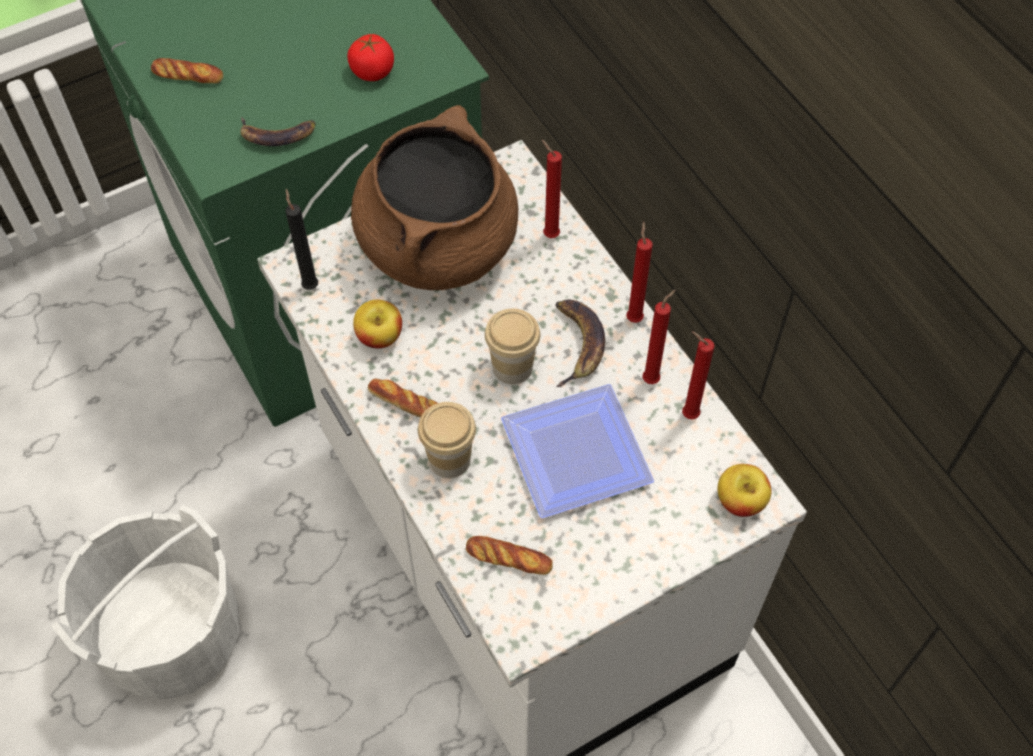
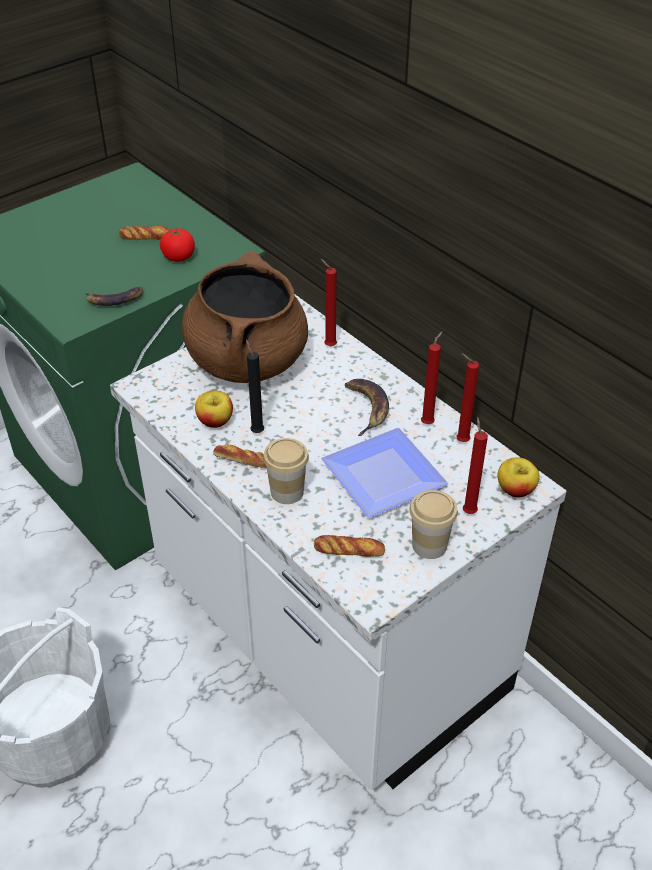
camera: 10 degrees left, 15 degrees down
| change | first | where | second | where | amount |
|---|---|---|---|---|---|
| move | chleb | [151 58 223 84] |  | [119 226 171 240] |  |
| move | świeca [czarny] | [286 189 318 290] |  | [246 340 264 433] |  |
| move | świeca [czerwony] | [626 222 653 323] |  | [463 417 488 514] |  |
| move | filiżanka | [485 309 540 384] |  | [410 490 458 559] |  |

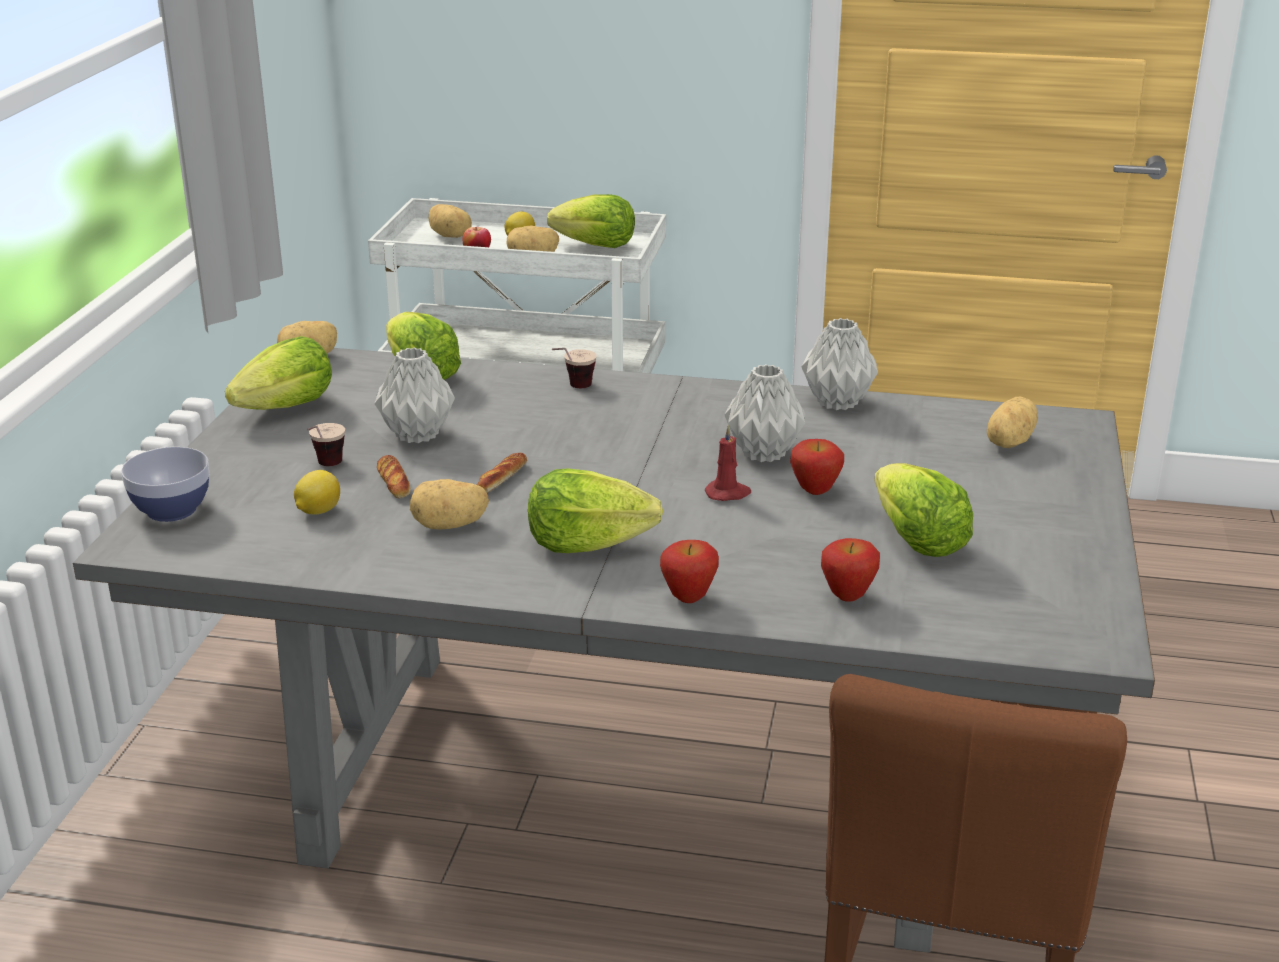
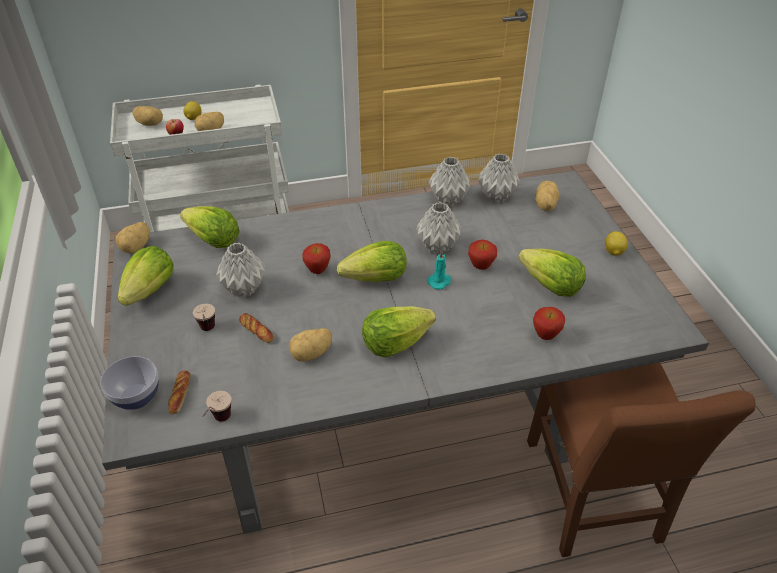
camera: 25 degrees left, 15 degrees up
| change | first | where | second | where | amount |
|---|---|---|---|---|---|
| move | sałata | [547 194 635 248] |  | [337 241 407 282] |  |
| move | filiżanka | [552 348 596 388] |  | [202 391 231 422] |  |
| recolor | świeca [czerwony] | [705 425 751 501] | świeca [turkusowy] | [427 250 451 289] |  |
| move | chleb | [477 453 527 492] |  | [168 370 191 415] |  |
| move | cytryna | [294 470 340 515] |  | [605 231 628 256] |  |
| move | jabłko | [660 540 719 603] |  | [302 243 331 274] |  |
| insert |  |  | wazon [szary] | [478 154 520 203] |  |

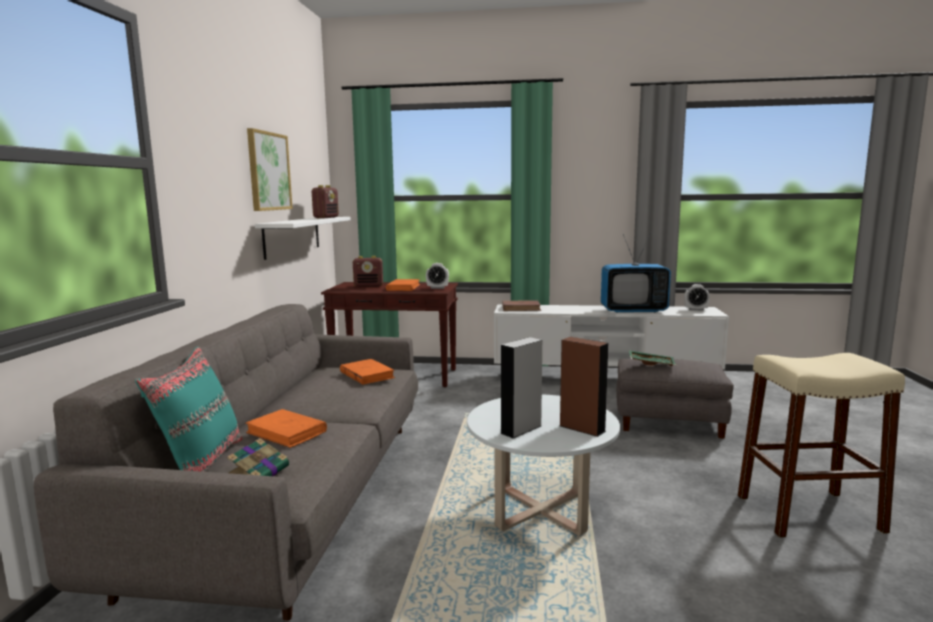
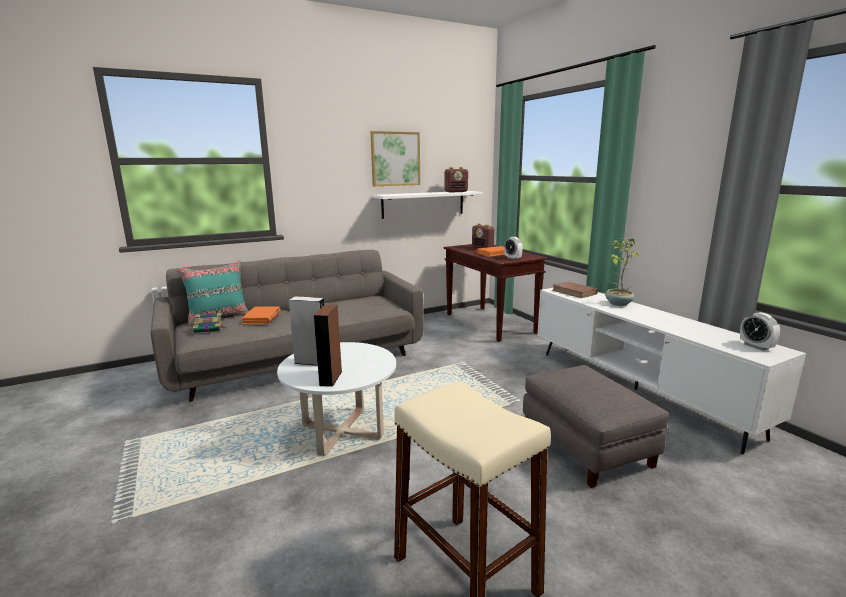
camera: 55 degrees right, 5 degrees up
| change | first | where | second | where | amount |
|---|---|---|---|---|---|
| delete | telewizor | [601 234 671 313] |  |  |  |
| delete | taca [zielony] | [629 350 676 366] |  |  |  |
| delete | książka [pomarańczowy] | [340 359 395 385] |  |  |  |
| insert |  |  | roślina doniczkowa | [605 238 640 306] |  |

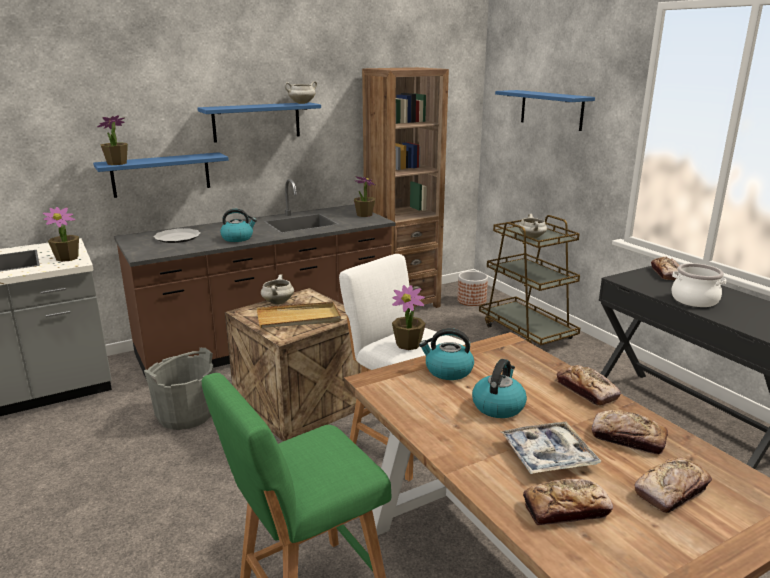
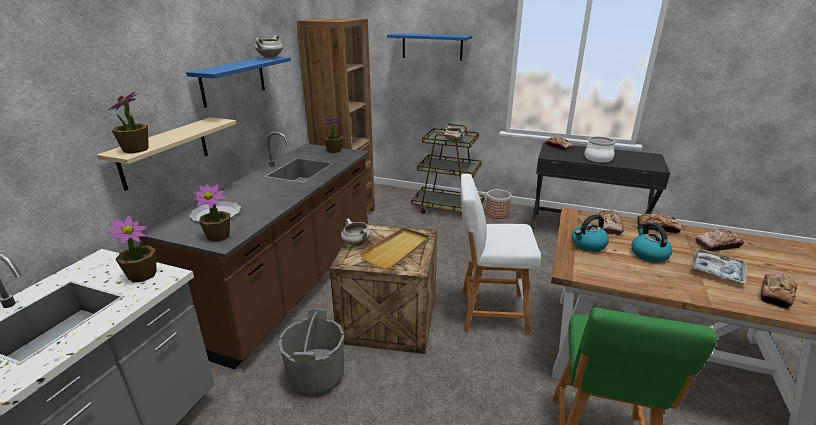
camera: 40 degrees left, 5 degrees up
| change | first | where | second | where | amount |
|---|---|---|---|---|---|
| recolor | półka [niebieski] | [93 152 229 198] | półka [beżowy] | [97 117 236 191] |  |
| delete | czajnik | [220 209 257 242] |  |  |  |
| move | donica | [457 271 488 306] |  | [485 189 511 219] |  |
| move | roślina doniczkowa | [392 285 426 350] |  | [193 184 230 242] |  |
| move | chleb | [634 458 712 513] |  | [599 210 624 235] |  |

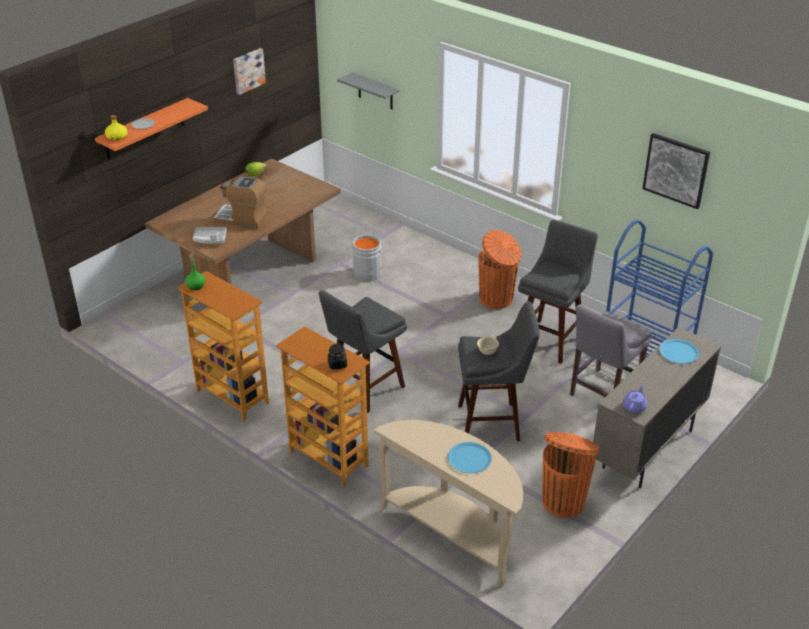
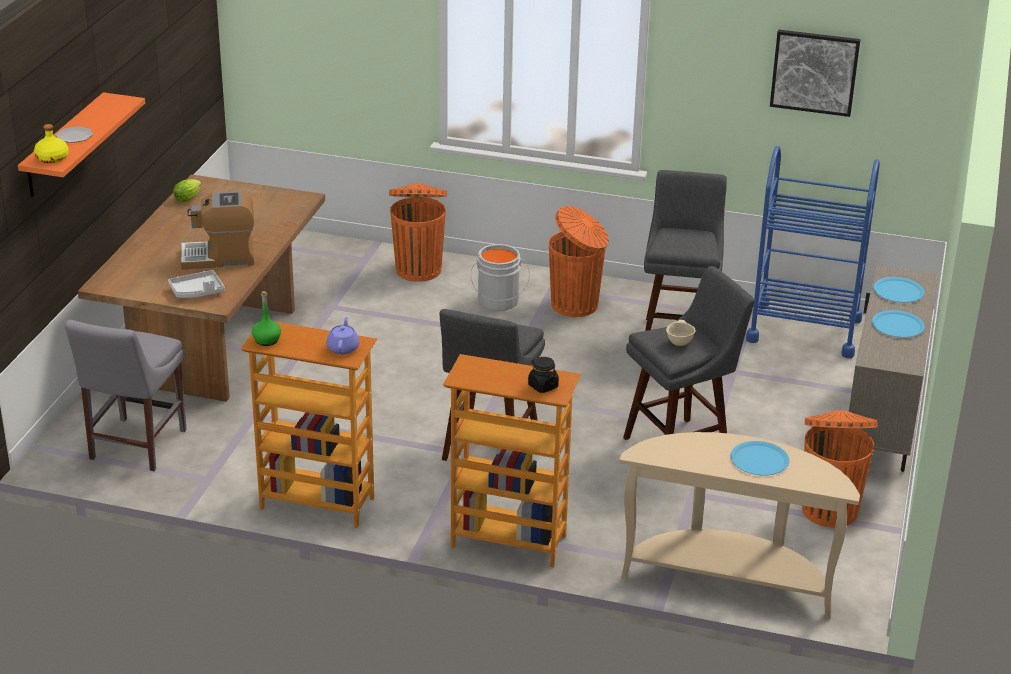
camera: 25 degrees left, 5 degrees down
| change | first | where | second | where | amount |
|---|---|---|---|---|---|
| delete | obraz | [233 48 266 95] |  |  |  |
| delete | półka [szary] | [337 73 399 110] |  |  |  |
| move | wiadro [szary] | [346 235 386 281] |  | [471 244 530 311] |  |
| move | krzesło [szary] | [570 304 652 397] |  | [65 320 187 471] |  |
| move | imbryk [fioletowy] | [623 384 648 413] |  | [326 317 360 354] |  |
| insert |  |  | kosz na śmieci [pomarańczowy] | [389 183 447 282] |  |
| insert |  |  | talerz [niebieski] | [872 310 925 337] |  |

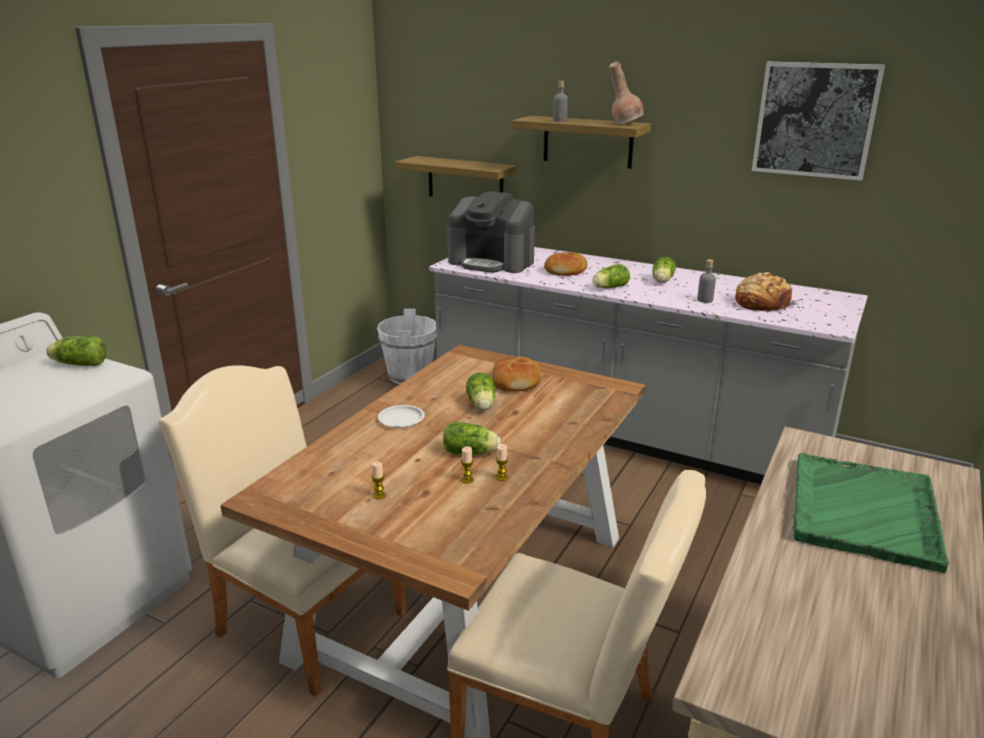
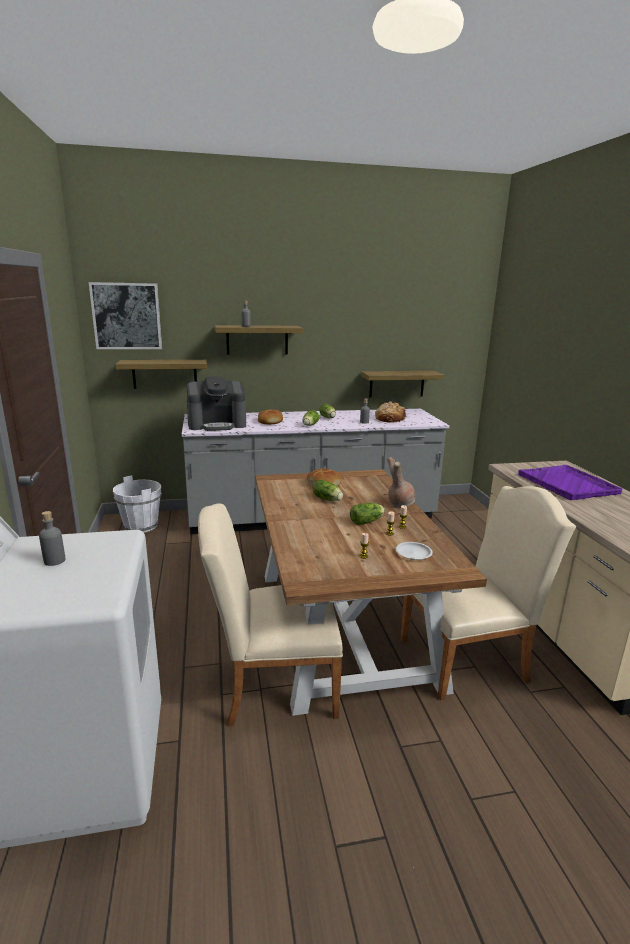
camera: 40 degrees left, 5 degrees down
| change | first | where | second | where | amount |
|---|---|---|---|---|---|
| move | wazon [brązowy] | [609 61 644 124] |  | [387 457 415 507] |  |
| move | obraz | [752 62 885 181] |  | [89 282 162 349] |  |
| delete | sałata | [46 336 106 366] |  |  |  |
| move | talerz [biały] | [378 405 425 428] |  | [396 542 433 560] |  |
| recolor | taca [zielony] | [793 453 950 573] | taca [fioletowy] | [518 465 622 500] |  |
| insert |  |  | półka | [361 371 444 398] |  |
| insert |  |  | butelka [szary] | [39 511 66 566] |  |

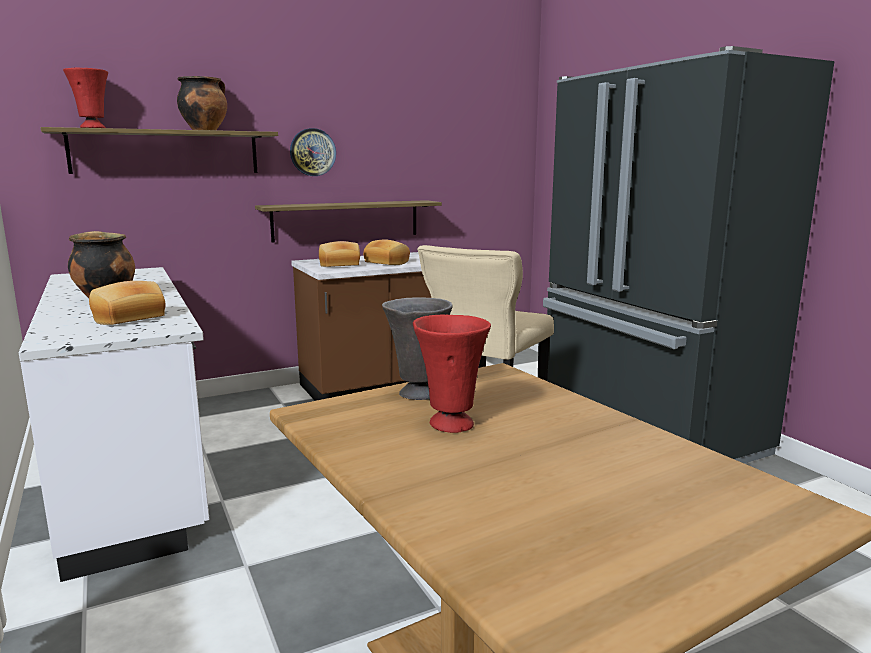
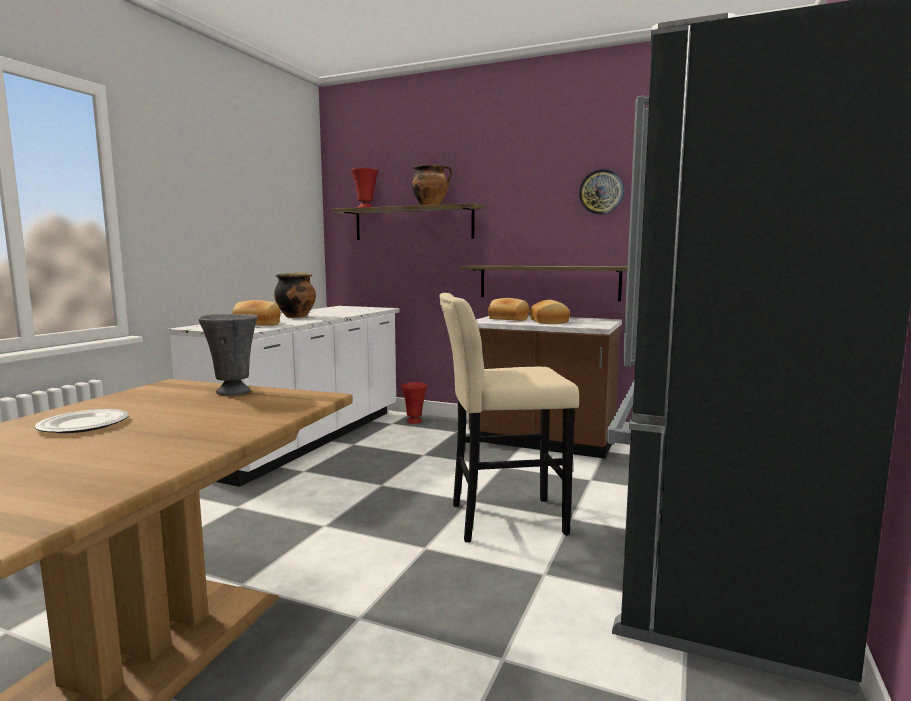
camera: 50 degrees right, 5 degrees down
| change | first | where | second | where | amount |
|---|---|---|---|---|---|
| move | zegar ścienny | [290 128 336 176] |  | [579 169 624 215] |  |
| move | wazon [czerwony] | [413 315 491 433] |  | [400 382 428 424] |  |
| insert |  |  | talerz | [34 409 129 433] |  |

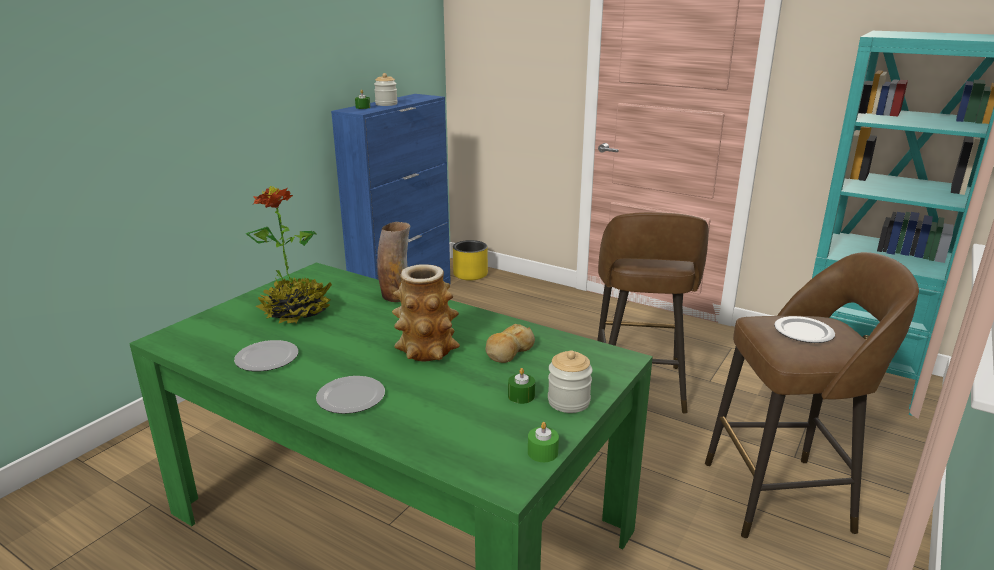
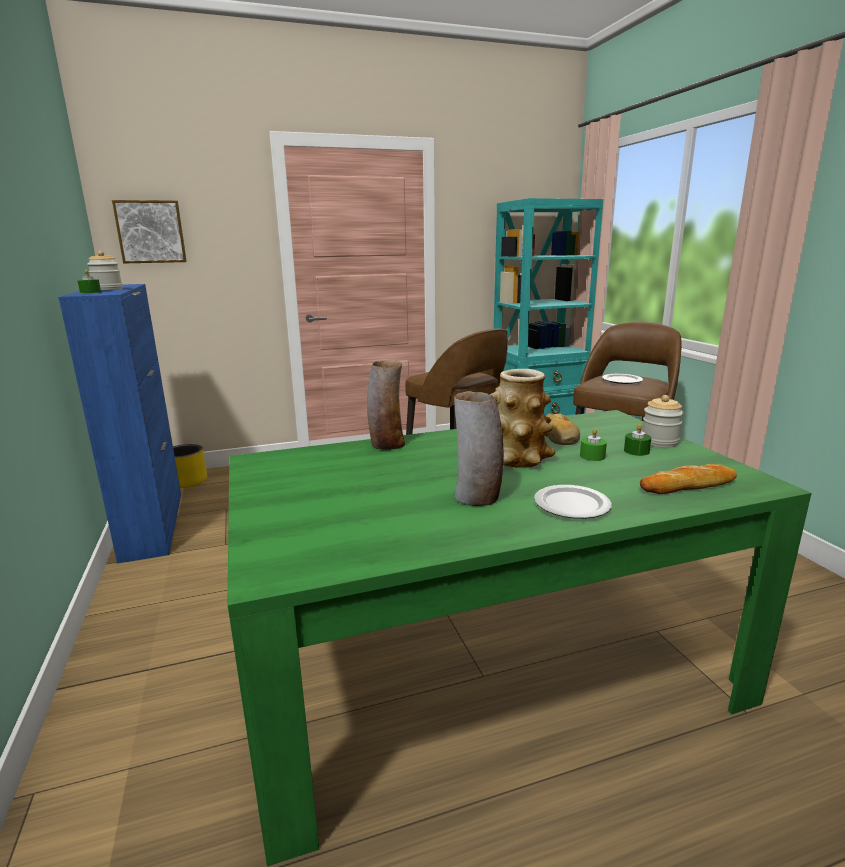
camera: 50 degrees left, 5 degrees down
| change | first | where | second | where | amount |
|---|---|---|---|---|---|
| delete | roślina doniczkowa | [246 186 332 323] |  |  |  |
| delete | talerz | [234 340 298 371] |  |  |  |
| move | świeca [zielony] | [528 422 559 462] |  | [580 429 607 461] |  |
| insert |  |  | obraz | [112 200 187 264] |  |
| insert |  |  | wazon | [454 391 504 506] |  |
| insert |  |  | chleb | [640 464 737 494] |  |

